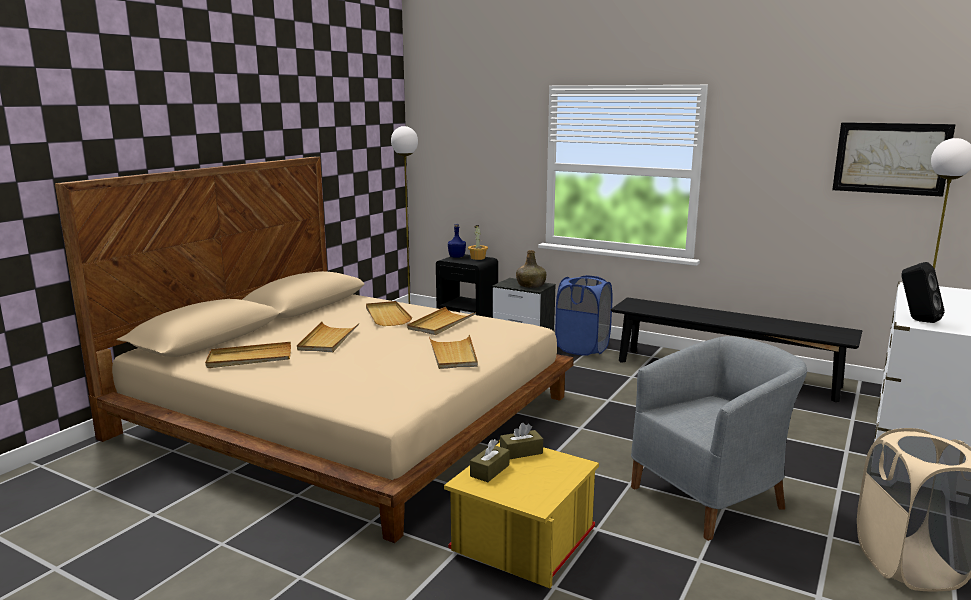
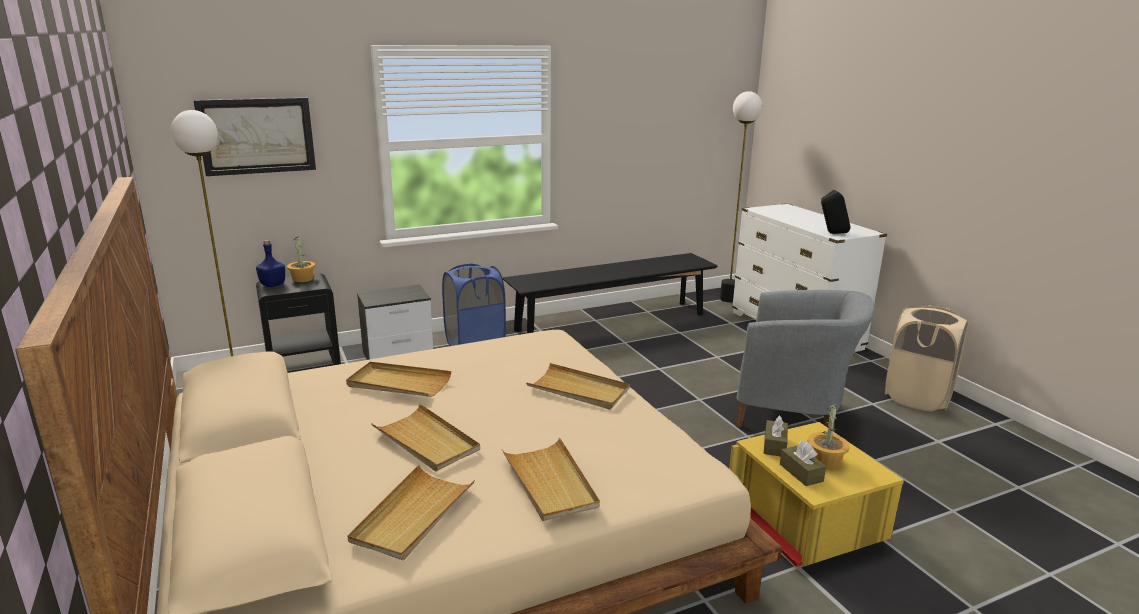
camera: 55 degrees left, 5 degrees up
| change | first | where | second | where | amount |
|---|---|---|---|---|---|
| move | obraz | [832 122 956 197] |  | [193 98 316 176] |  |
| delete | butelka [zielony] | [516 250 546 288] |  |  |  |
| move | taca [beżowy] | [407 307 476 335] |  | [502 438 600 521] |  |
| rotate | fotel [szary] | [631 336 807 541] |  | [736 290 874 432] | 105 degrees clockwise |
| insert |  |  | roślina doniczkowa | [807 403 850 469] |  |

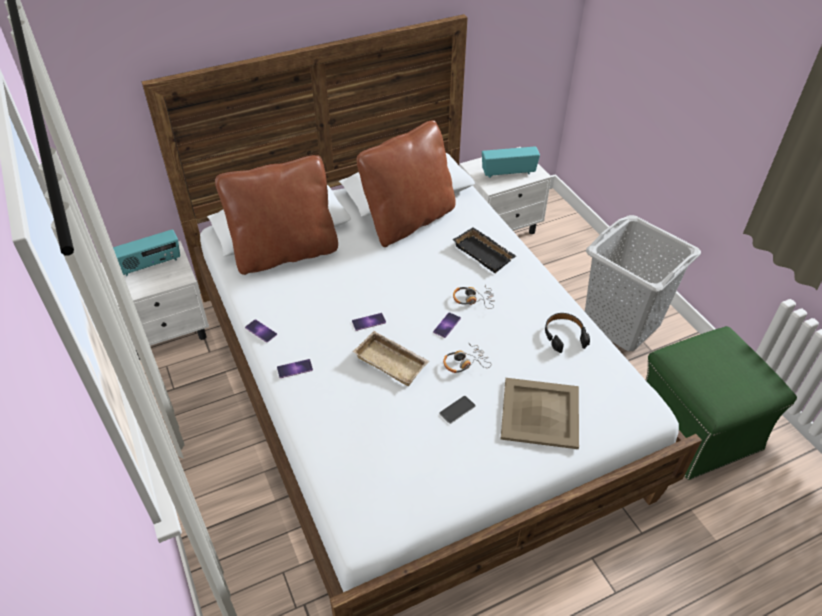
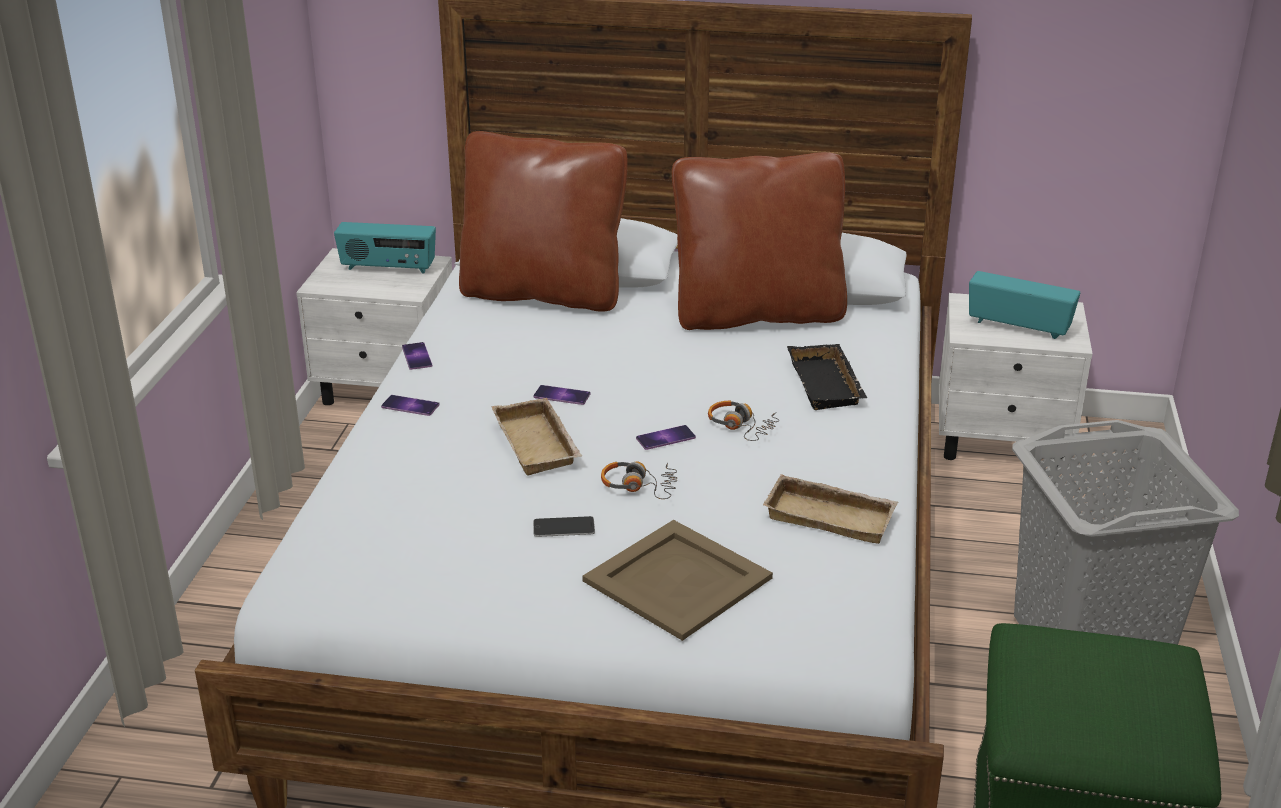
camera: 35 degrees right, 15 degrees down
| change | first | where | second | where | amount |
|---|---|---|---|---|---|
| replace | słuchawki [czarny] | [545 313 590 353] | taca [beżowy] | [763 474 898 544] |  |

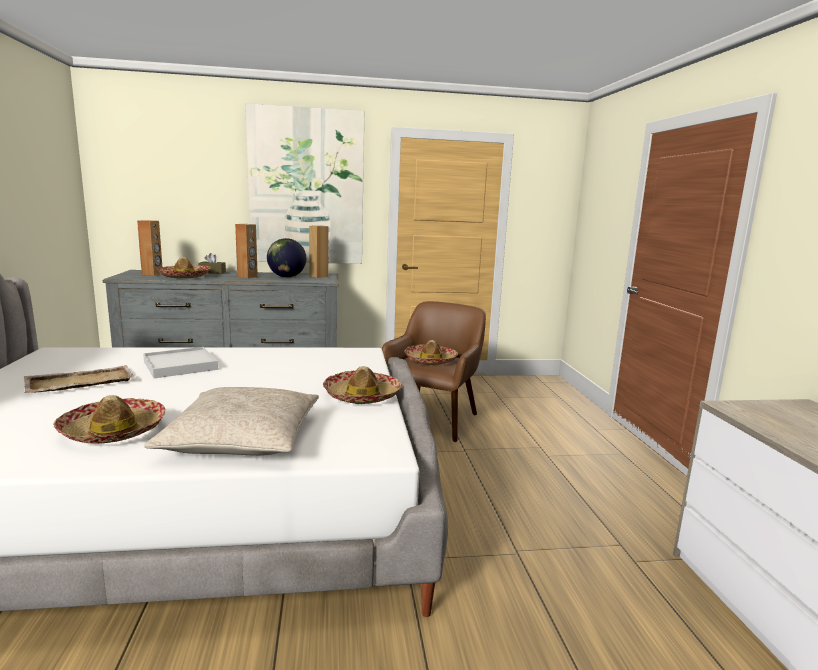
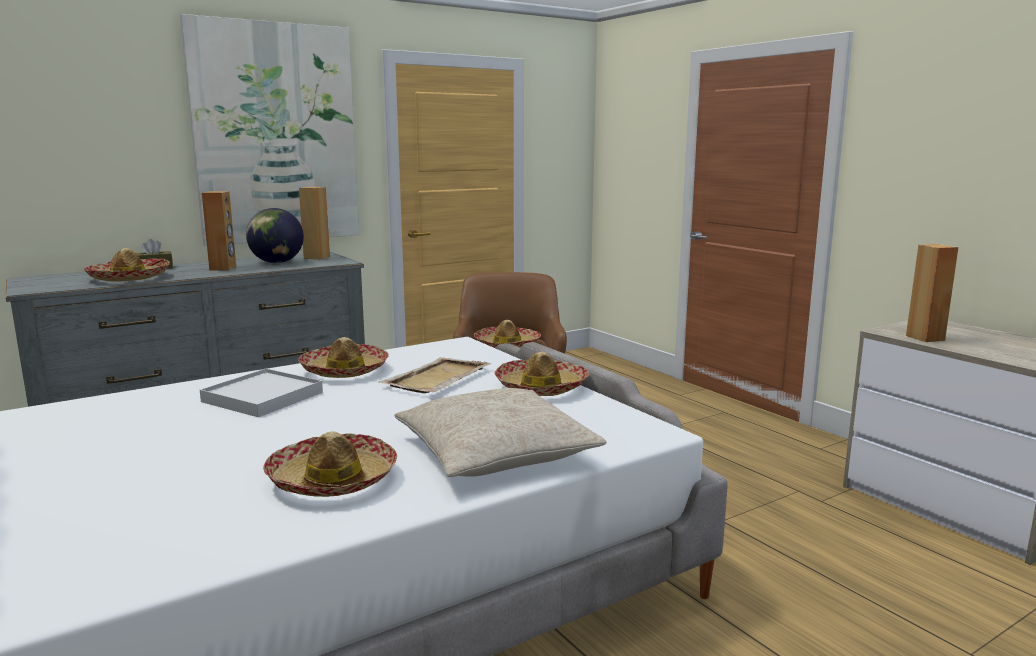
camera: 25 degrees left, 0 degrees up
| change | first | where | second | where | amount |
|---|---|---|---|---|---|
| move | głośnik [brązowy] | [137 220 162 275] |  | [906 244 958 342] |  |
| move | taca [beżowy] | [24 365 135 393] |  | [378 357 492 393] |  |
| insert |  |  | kapelusz | [298 337 389 378] |  |

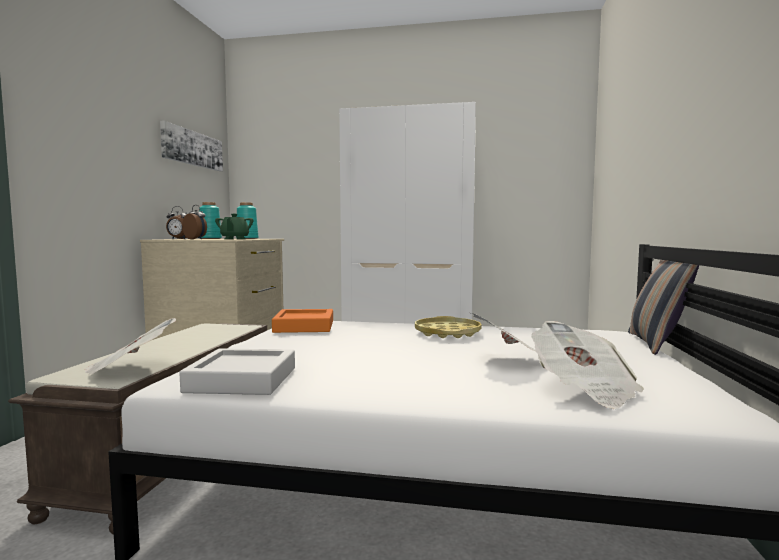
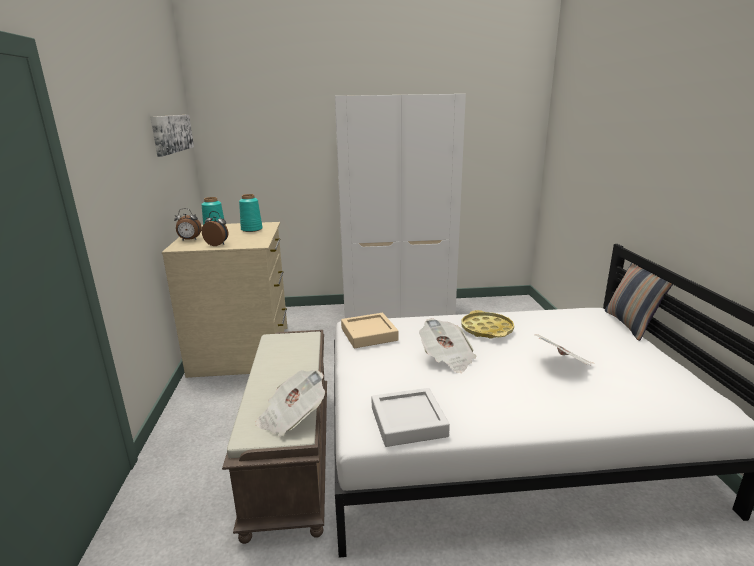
camera: 15 degrees left, 15 degrees up
| change | first | where | second | where | amount |
|---|---|---|---|---|---|
| delete | imbryk [zielony] | [215 214 254 239] |  |  |  |
| recolor | taca [pomarańczowy] | [272 309 333 333] | taca [beżowy] | [341 313 399 348] |  |
| move | gazeta | [531 321 644 409] |  | [419 318 477 373] |  |

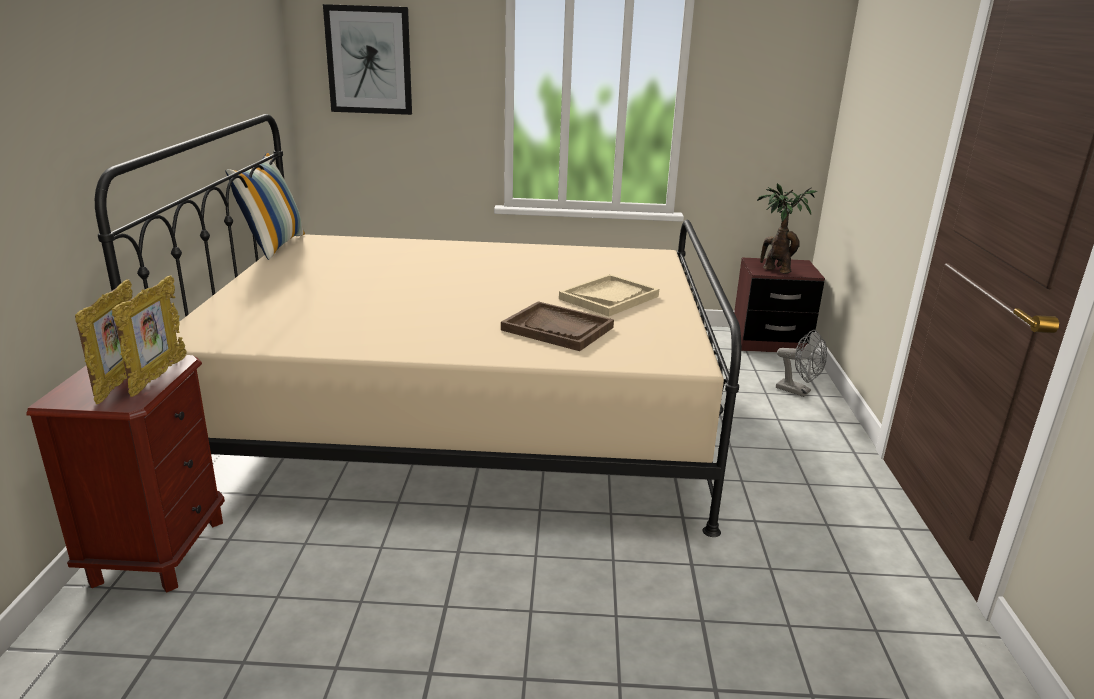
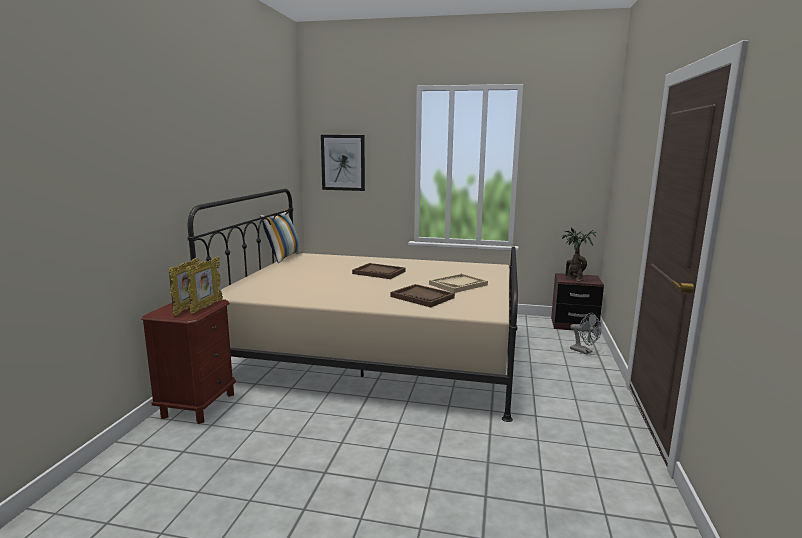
camera: 10 degrees right, 10 degrees down
| change | first | where | second | where | amount |
|---|---|---|---|---|---|
| insert |  |  | taca [brązowy] | [352 263 405 279] |  |

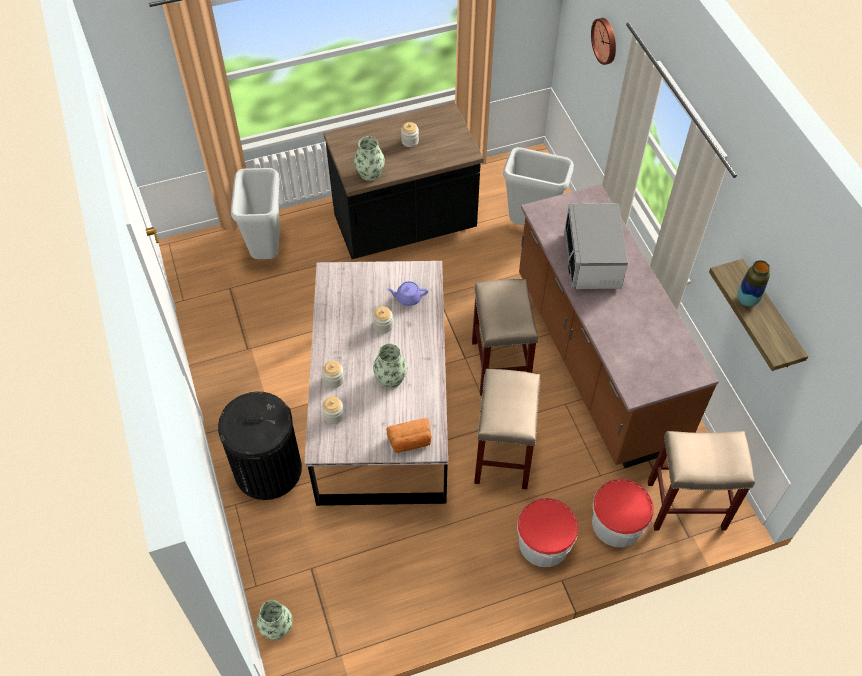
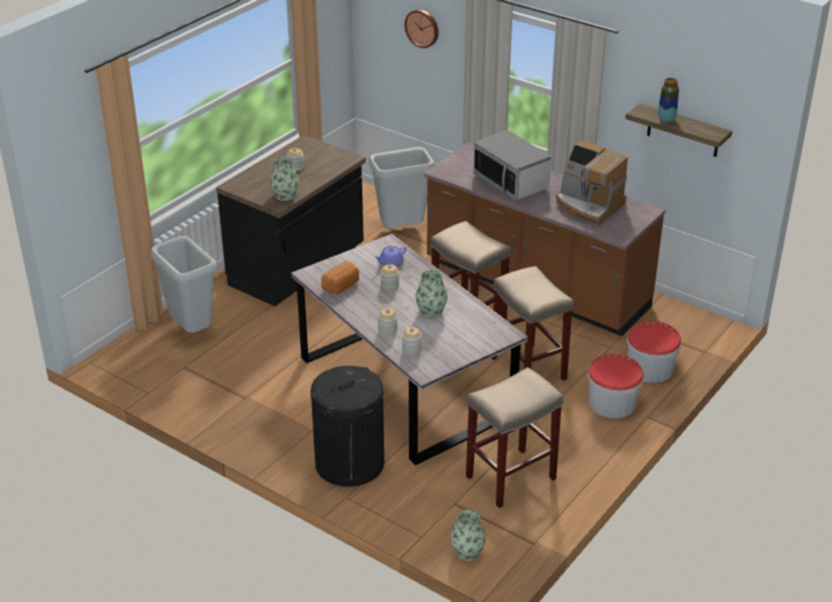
camera: 35 degrees left, 20 degrees down
| change | first | where | second | where | amount |
|---|---|---|---|---|---|
| move | chleb | [386 418 432 453] |  | [321 261 359 294] |  |
| move | stołek [beżowy] | [648 431 755 531] |  | [466 367 564 508] |  |
| insert |  |  | ekspres do kawy | [556 140 628 226] |  |

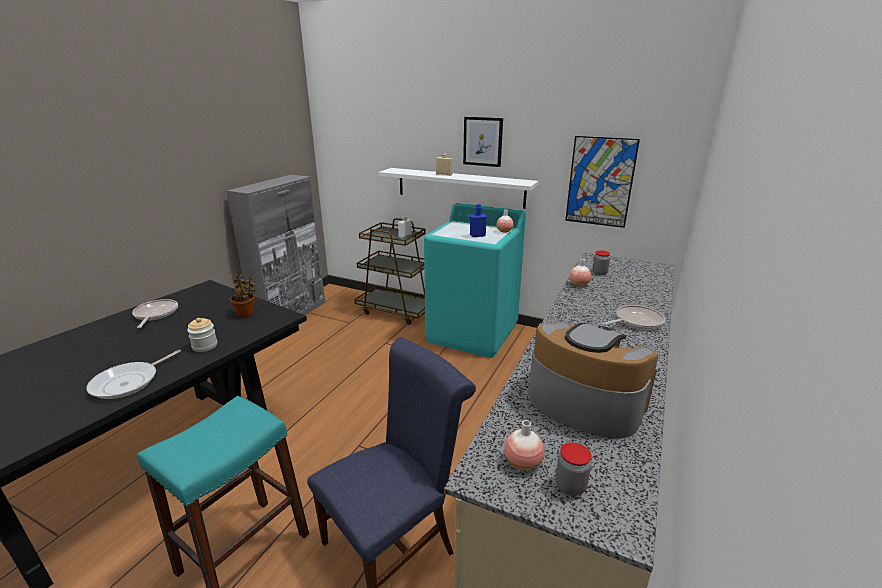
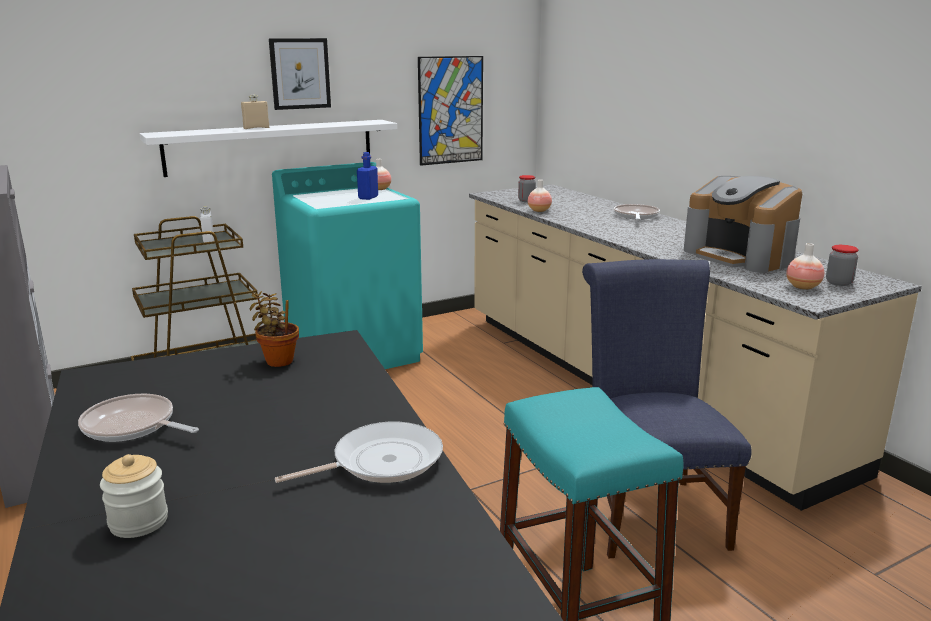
camera: 55 degrees left, 5 degrees down
| change | first | where | second | where | amount |
|---|---|---|---|---|---|
| move | słoik | [187 318 217 352] |  | [100 454 168 538] |  |
| rotate | ekspres do kawy | [528 321 658 439] |  | [684 176 802 273] | 105 degrees counterclockwise |
| rotate | patelnia | [86 350 181 399] |  | [275 422 443 483] | 90 degrees counterclockwise |

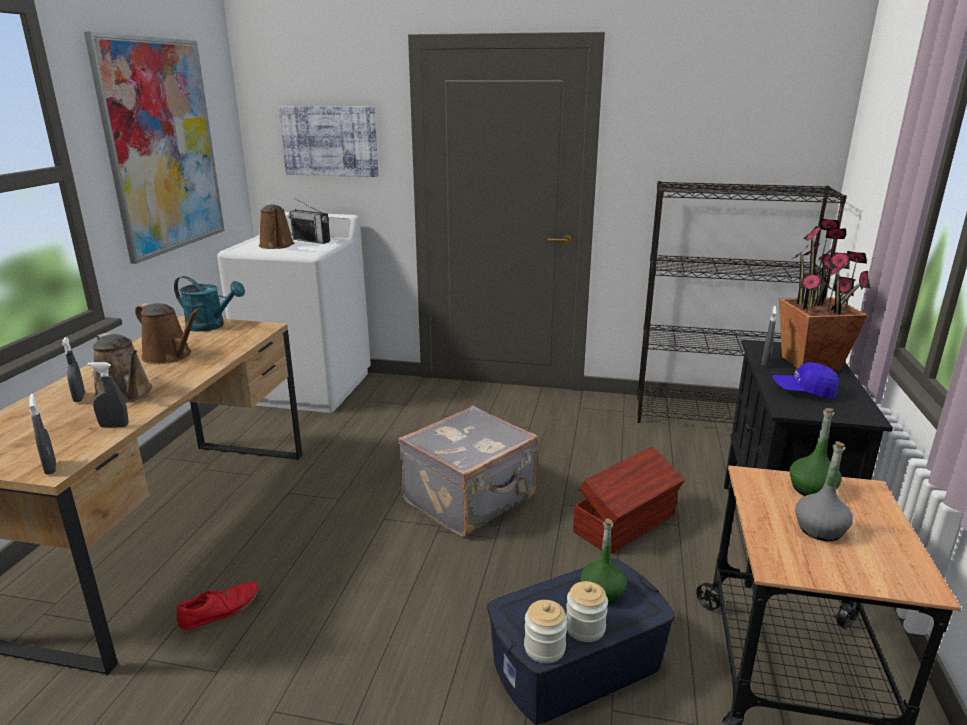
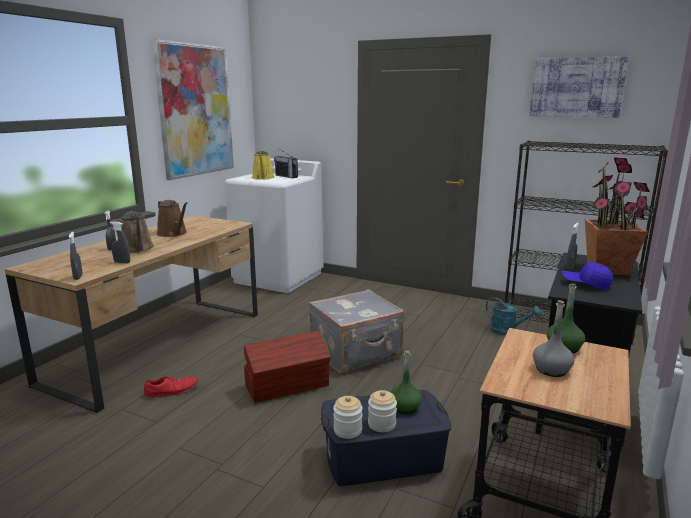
camera: 15 degrees right, 5 degrees down
| change | first | where | second | where | amount |
|---|---|---|---|---|---|
| move | obraz | [278 106 378 177] |  | [529 56 628 118] |  |
| recolor | konewka [brązowy] | [259 204 294 249] | konewka [żółty] | [252 151 274 180] |  |
| move | konewka [turkusowy] | [174 276 245 332] |  | [486 297 541 335] |  |
| move | pojemnik do przechowywania [brązowy] | [573 446 685 554] |  | [244 331 331 403] |  |

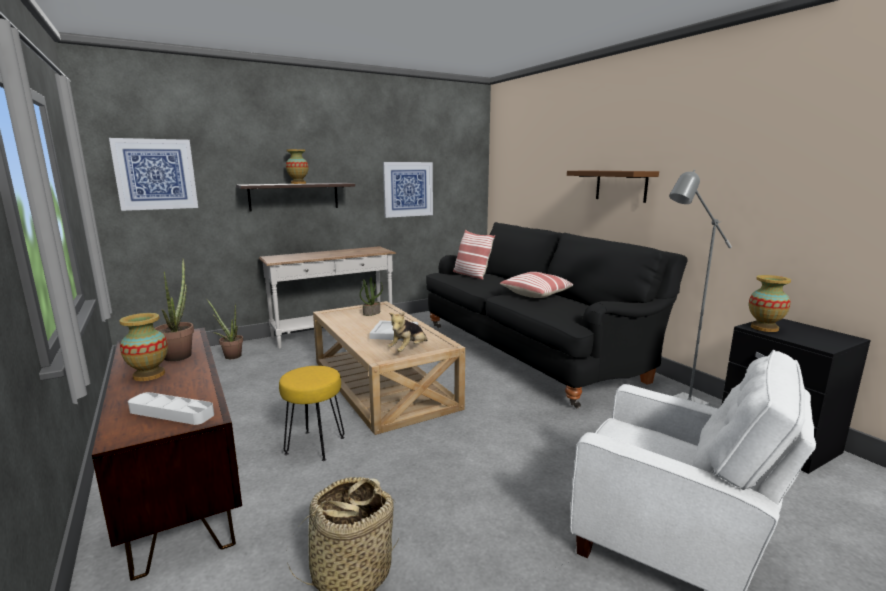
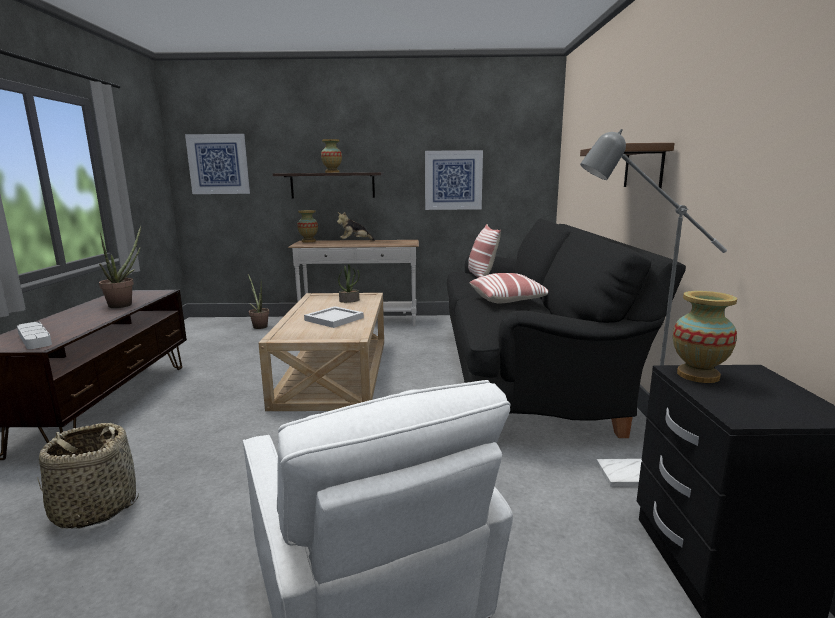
camera: 30 degrees right, 0 degrees up
| change | first | where | second | where | amount |
|---|---|---|---|---|---|
| move | pluszak | [388 312 428 352] |  | [337 212 375 241] |  |
| move | wazon | [119 313 168 381] |  | [297 210 318 242] |  |
| delete | stołek [żółty] | [279 366 345 461] |  |  |  |

